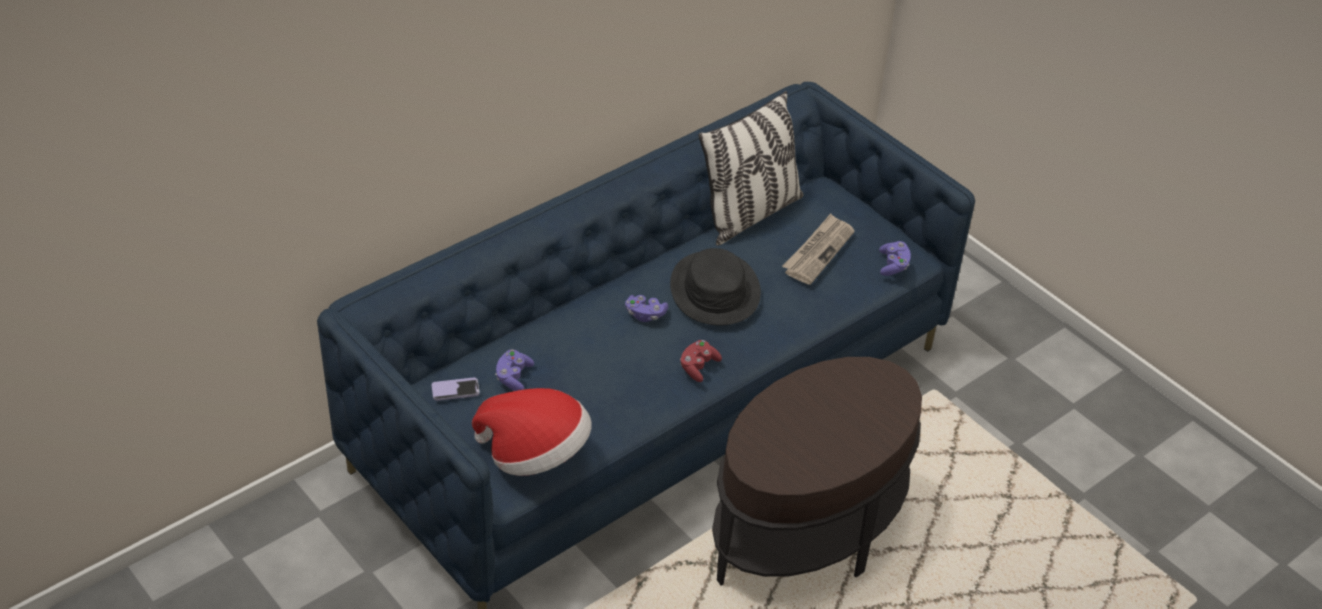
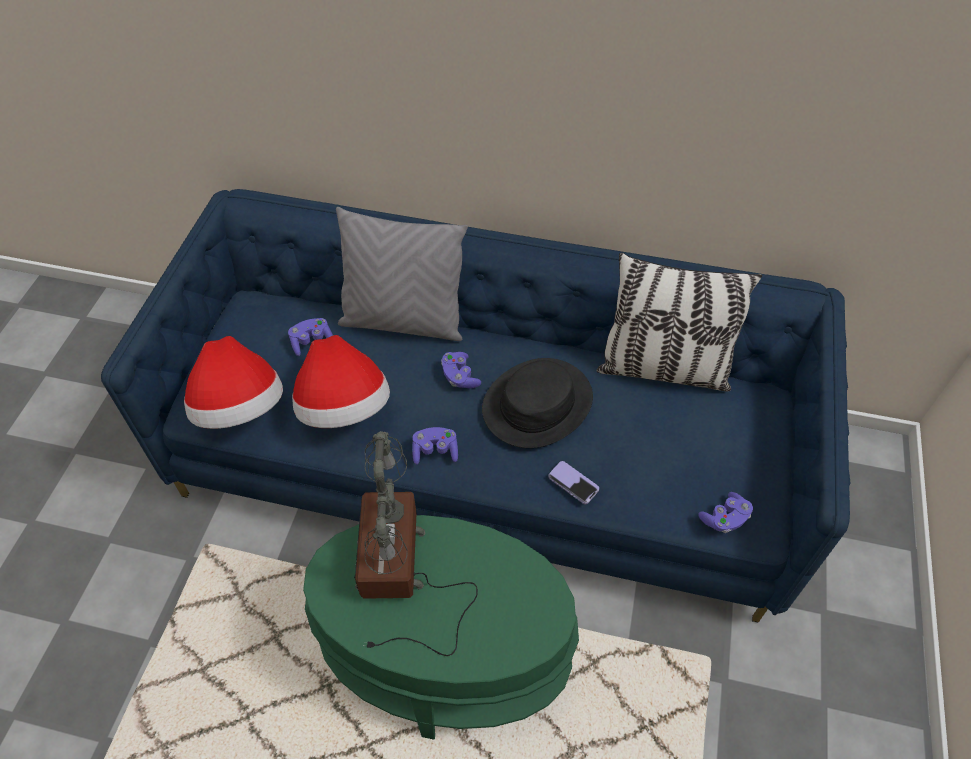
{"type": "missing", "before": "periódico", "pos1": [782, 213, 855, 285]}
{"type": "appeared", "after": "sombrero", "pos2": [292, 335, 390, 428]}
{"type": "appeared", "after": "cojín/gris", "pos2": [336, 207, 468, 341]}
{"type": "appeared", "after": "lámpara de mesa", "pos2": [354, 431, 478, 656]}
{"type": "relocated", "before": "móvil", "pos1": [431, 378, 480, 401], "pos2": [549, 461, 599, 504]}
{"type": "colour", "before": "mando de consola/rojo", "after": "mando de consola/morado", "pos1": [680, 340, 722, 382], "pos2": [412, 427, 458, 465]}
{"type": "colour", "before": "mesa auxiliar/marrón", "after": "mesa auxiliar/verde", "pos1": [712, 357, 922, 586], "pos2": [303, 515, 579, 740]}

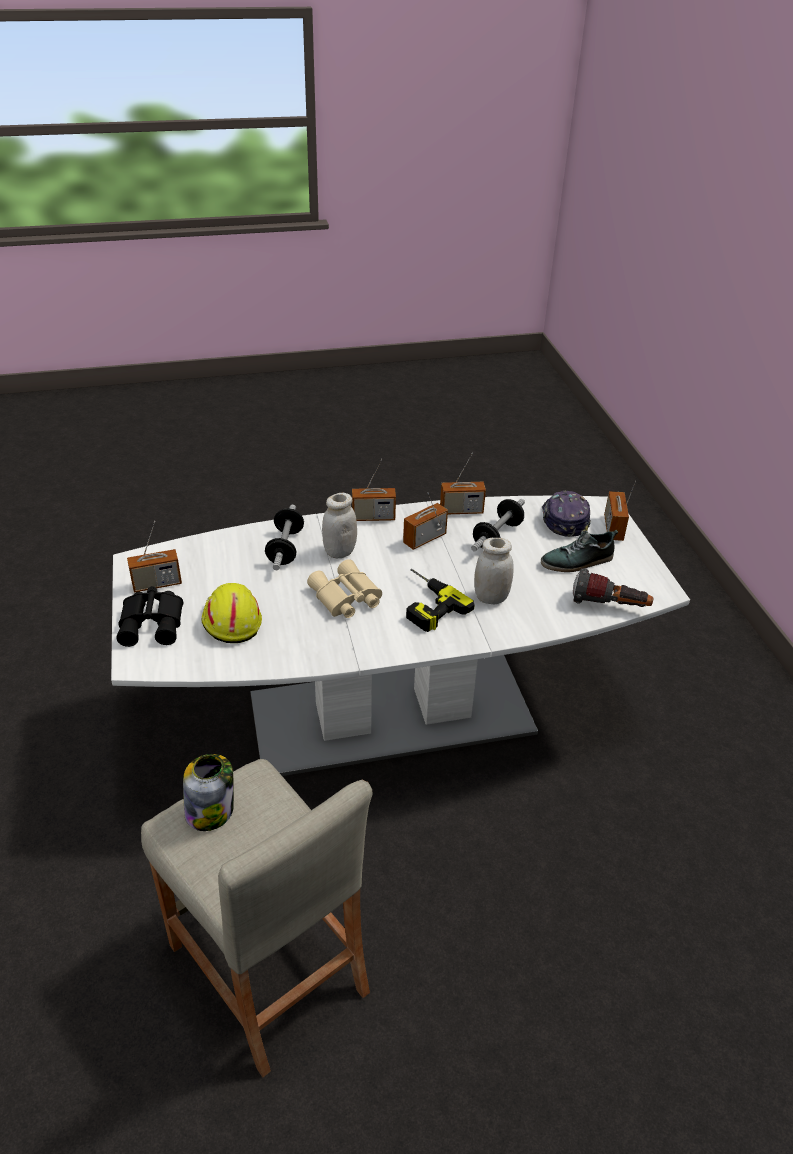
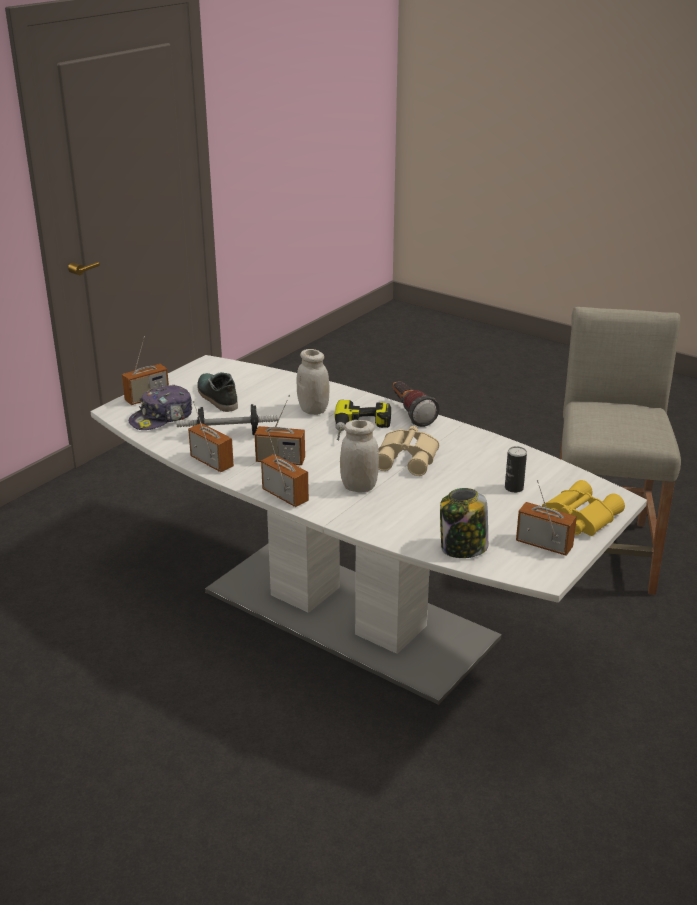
{"type": "missing", "before": "mancuerna", "pos1": [265, 505, 304, 570]}
{"type": "relocated", "before": "tarro", "pos1": [183, 754, 234, 831], "pos2": [440, 488, 488, 558]}
{"type": "relocated", "before": "linterna", "pos1": [573, 568, 653, 607], "pos2": [393, 381, 440, 427]}
{"type": "exchanged", "before": "casco/amarillo", "after": "lata", "pos1": [202, 583, 262, 643], "pos2": [505, 446, 527, 493]}
{"type": "colour", "before": "prismáticos/negro", "after": "prismáticos/amarillo", "pos1": [116, 586, 183, 647], "pos2": [542, 480, 625, 536]}
{"type": "spun", "before": "zapato", "pos1": [541, 530, 618, 572], "pos2": [197, 372, 238, 412], "turn": -150}

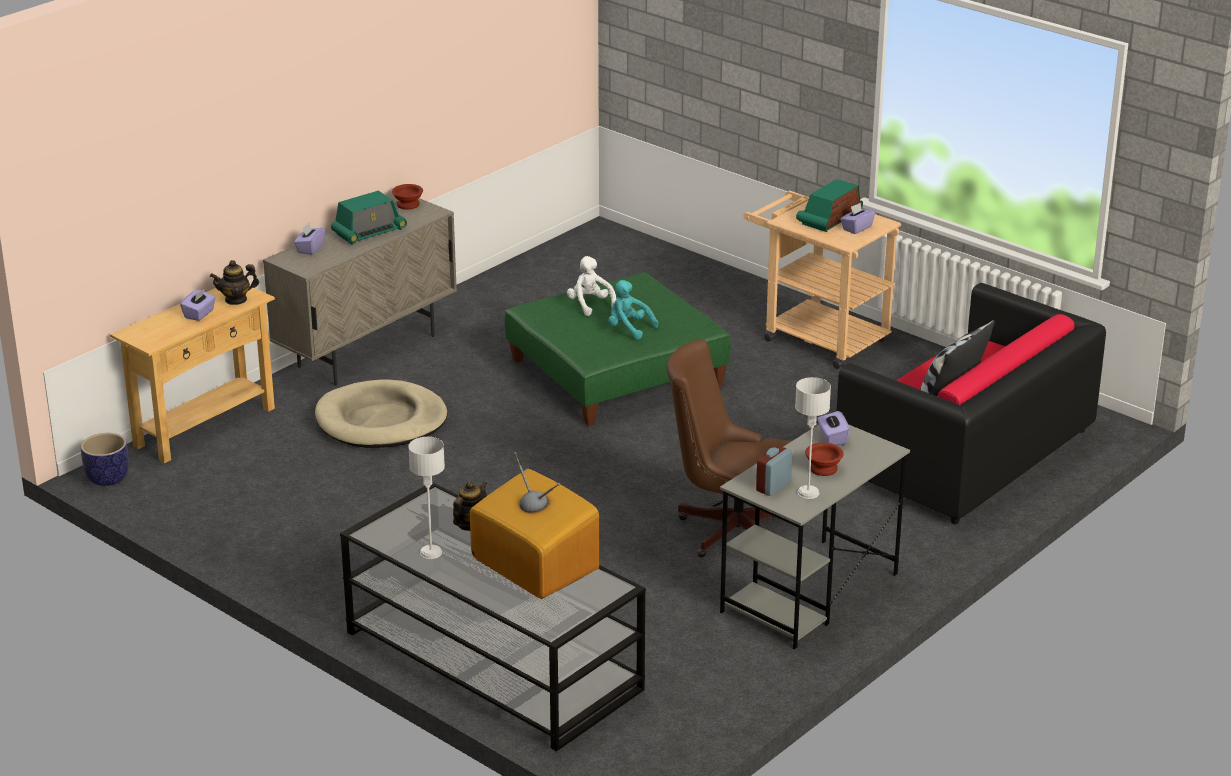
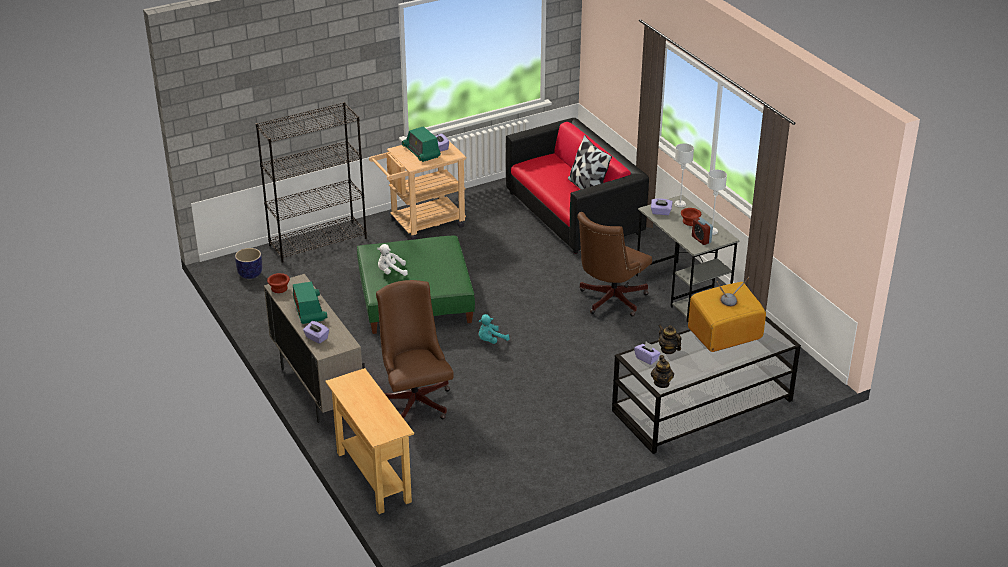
{"type": "appeared", "after": "estantería/negro", "pos2": [256, 102, 367, 263]}
{"type": "relocated", "before": "maceta", "pos1": [81, 433, 129, 486], "pos2": [235, 248, 262, 279]}
{"type": "relocated", "before": "caja de pañuelos/morado", "pos1": [180, 288, 216, 321], "pos2": [634, 342, 661, 365]}
{"type": "relocated", "before": "tetera", "pos1": [210, 260, 259, 305], "pos2": [651, 355, 674, 388]}
{"type": "relocated", "before": "lámpara de mesa/gris", "pos1": [408, 437, 445, 559], "pos2": [675, 143, 694, 207]}
{"type": "relocated", "before": "peluche/turquesa", "pos1": [608, 280, 658, 339], "pos2": [479, 314, 509, 344]}
{"type": "exchanged", "before": "cama para perro/beis", "after": "silla de oficina/marrón", "pos1": [315, 379, 448, 448], "pos2": [376, 280, 454, 419]}

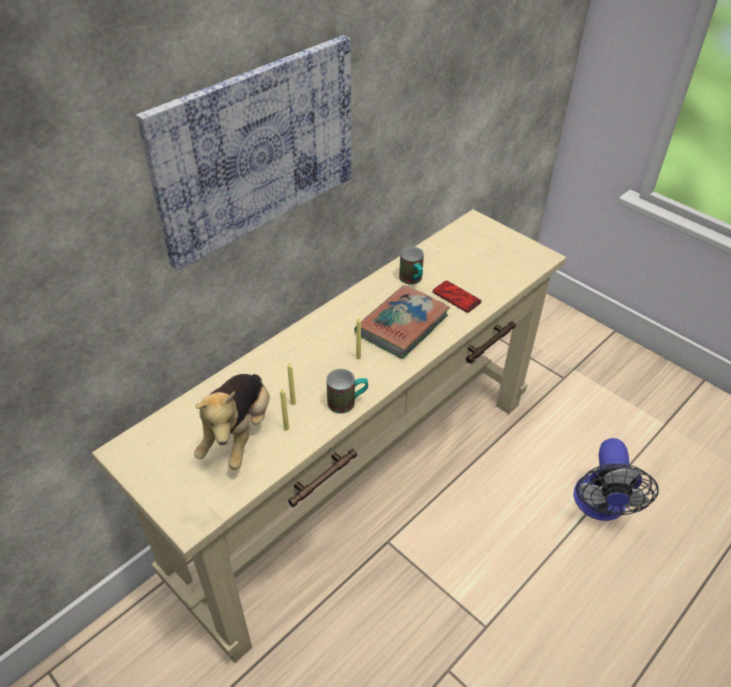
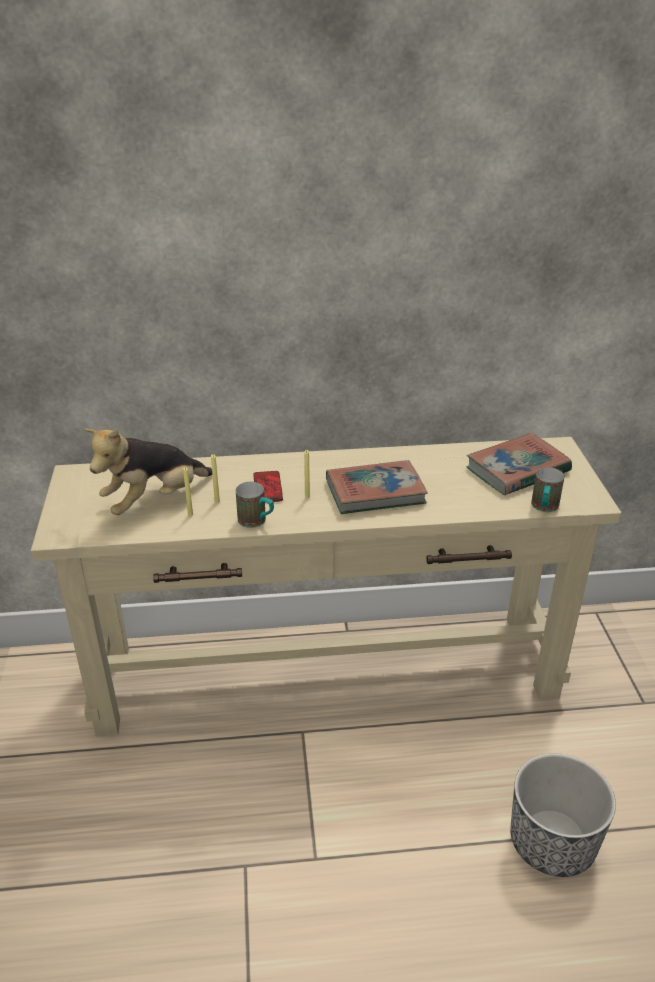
{"type": "missing", "before": "cuadro", "pos1": [136, 35, 351, 270]}
{"type": "appeared", "after": "libro", "pos2": [466, 433, 572, 495]}
{"type": "relocated", "before": "taza grande", "pos1": [399, 246, 424, 285], "pos2": [531, 467, 564, 512]}
{"type": "relocated", "before": "móvil", "pos1": [433, 281, 481, 313], "pos2": [253, 471, 283, 503]}
{"type": "exchanged", "before": "ventilador", "after": "maceta", "pos1": [573, 438, 659, 521], "pos2": [510, 753, 616, 877]}

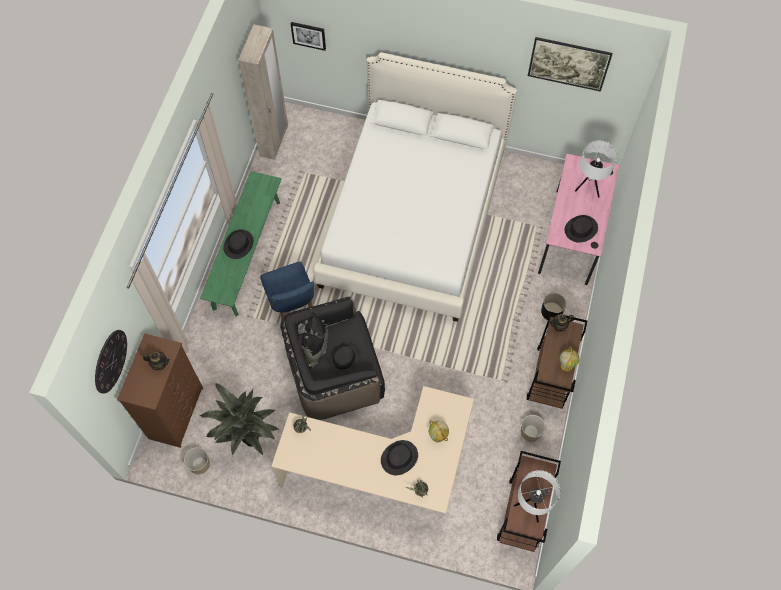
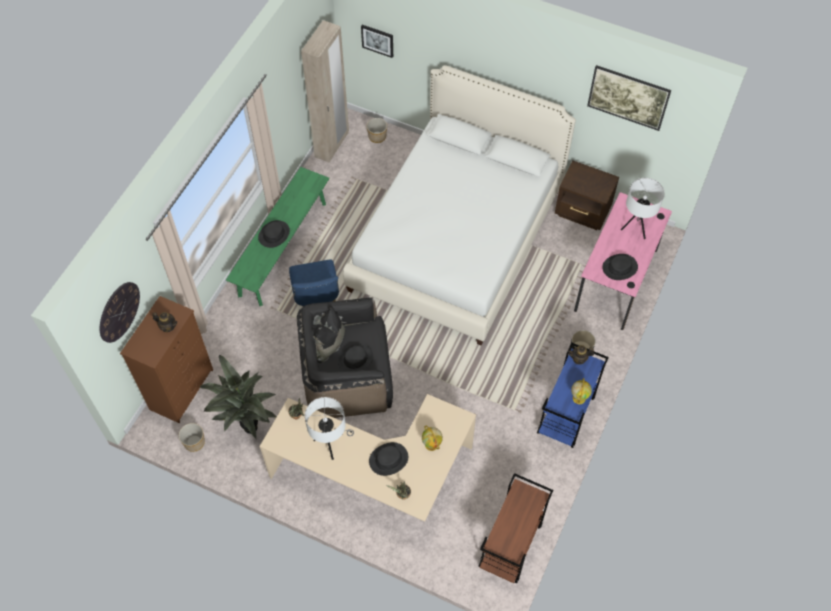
{"type": "appeared", "after": "mesita de noche/marrón", "pos2": [555, 161, 619, 230]}
{"type": "relocated", "before": "lámpara de mesa/blanco", "pos1": [514, 470, 560, 523], "pos2": [305, 397, 354, 460]}
{"type": "relocated", "before": "maceta", "pos1": [521, 415, 545, 442], "pos2": [367, 118, 387, 143]}
{"type": "colour", "before": "carrito/marrón", "after": "carrito/azul", "pos1": [526, 312, 587, 409], "pos2": [537, 343, 609, 448]}

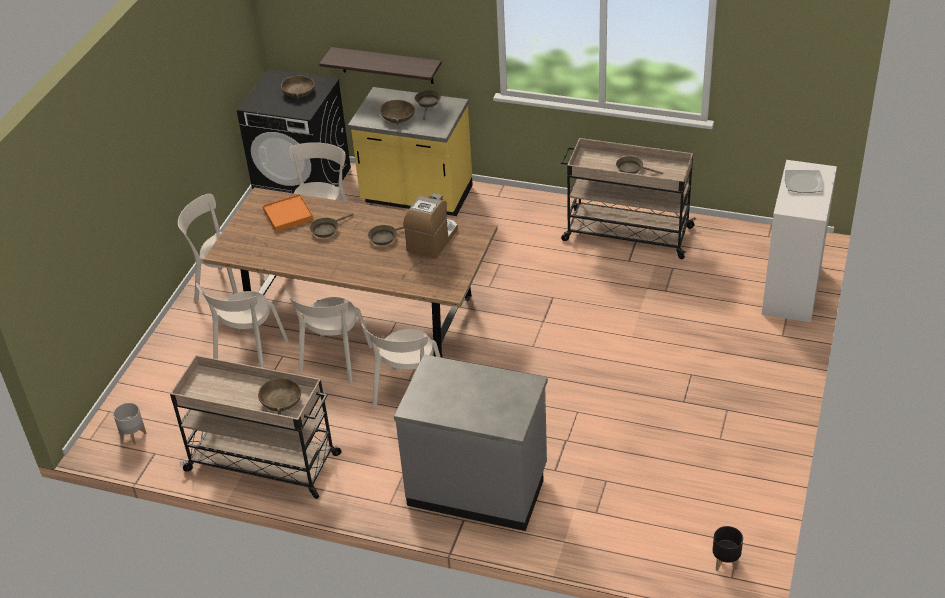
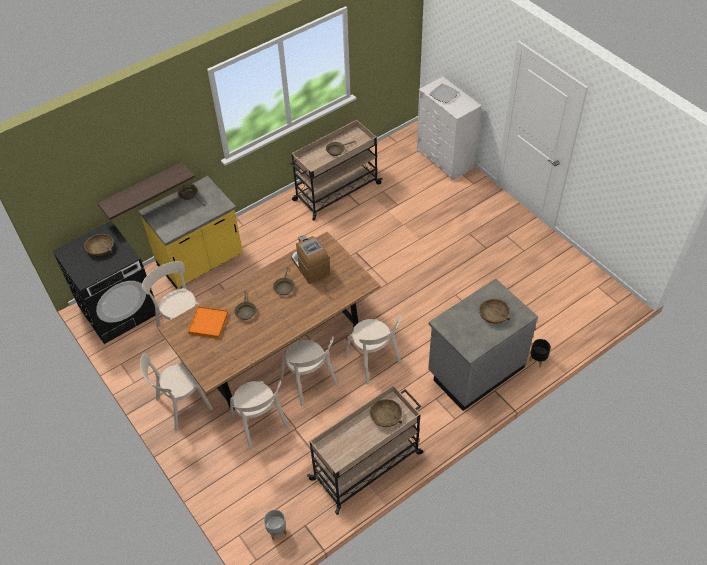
{"type": "relocated", "before": "cuenco/marrón", "pos1": [380, 100, 415, 125], "pos2": [479, 299, 510, 324]}
{"type": "relocated", "before": "maceta/negro", "pos1": [712, 526, 743, 571], "pos2": [529, 339, 551, 368]}

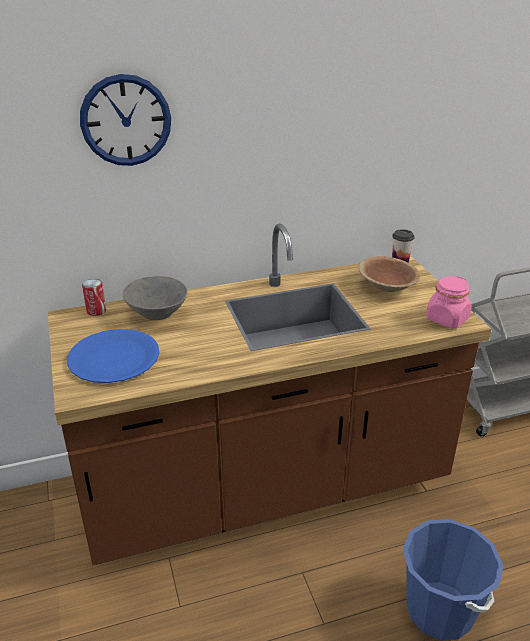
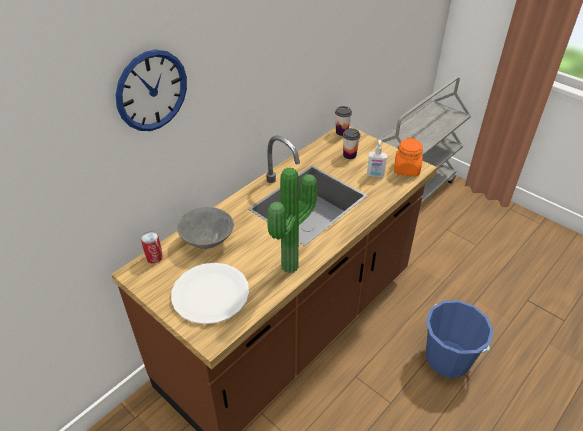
{"type": "appeared", "after": "planta en maceta", "pos2": [267, 167, 317, 273]}
{"type": "appeared", "after": "dispensador de jabón", "pos2": [367, 140, 387, 177]}
{"type": "exchanged", "before": "cuenco/marrón", "after": "taza", "pos1": [358, 256, 420, 292], "pos2": [343, 128, 361, 159]}
{"type": "colour", "before": "plato/azul", "after": "plato/blanco", "pos1": [67, 329, 160, 383], "pos2": [171, 263, 249, 324]}
{"type": "colour", "before": "tarro/rosa", "after": "tarro/naranja", "pos1": [426, 276, 472, 329], "pos2": [394, 137, 423, 176]}

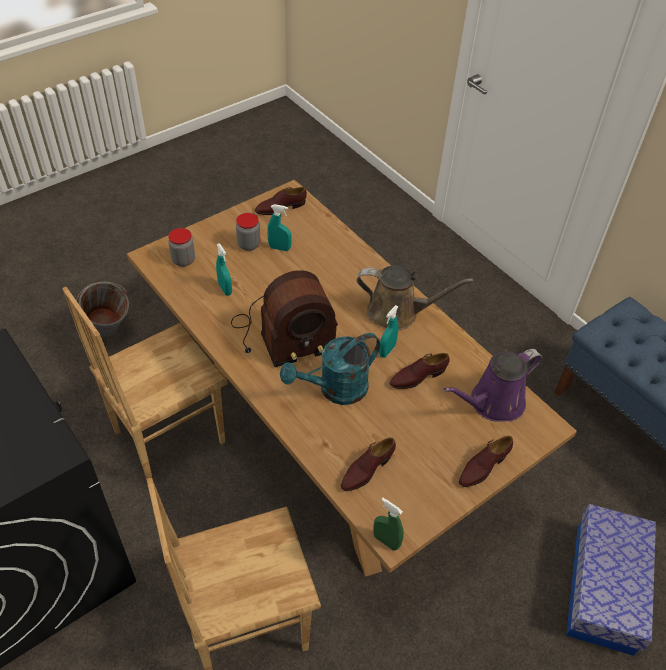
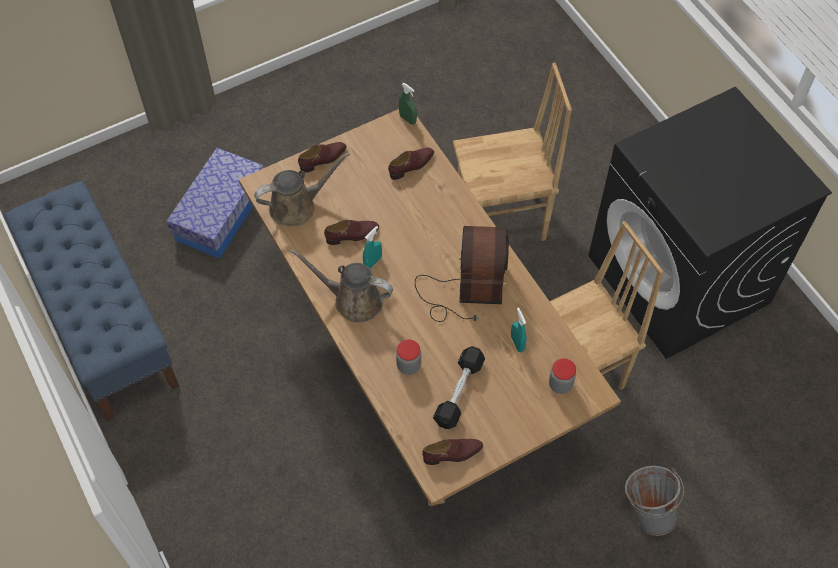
{"type": "missing", "before": "regadera/turquesa", "pos1": [280, 333, 380, 405]}
{"type": "relocated", "before": "tarro", "pos1": [236, 213, 260, 251], "pos2": [396, 340, 421, 375]}
{"type": "exchanged", "before": "pulverizador/turquesa", "after": "mancuerna/negro", "pos1": [267, 204, 292, 251], "pos2": [433, 346, 485, 429]}
{"type": "colour", "before": "regadera/morado", "after": "regadera/marrón", "pos1": [444, 349, 542, 422], "pos2": [254, 152, 350, 226]}
{"type": "spun", "before": "radio", "pos1": [231, 270, 338, 367], "pos2": [415, 226, 509, 322], "turn": 105}

